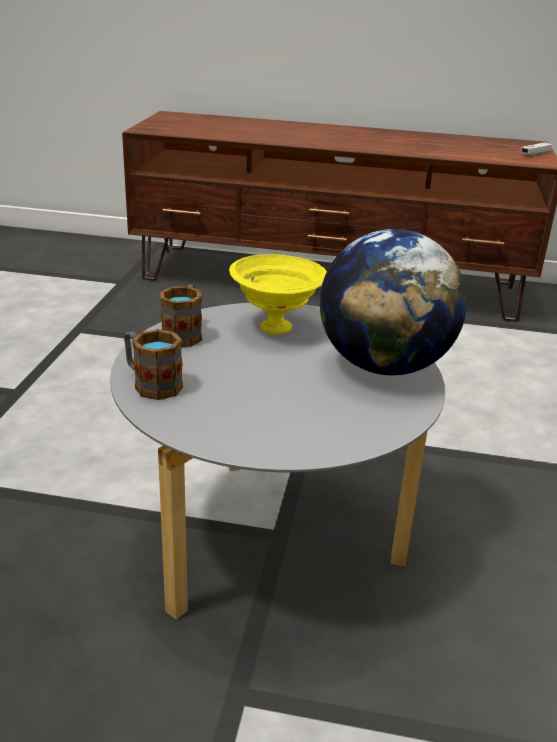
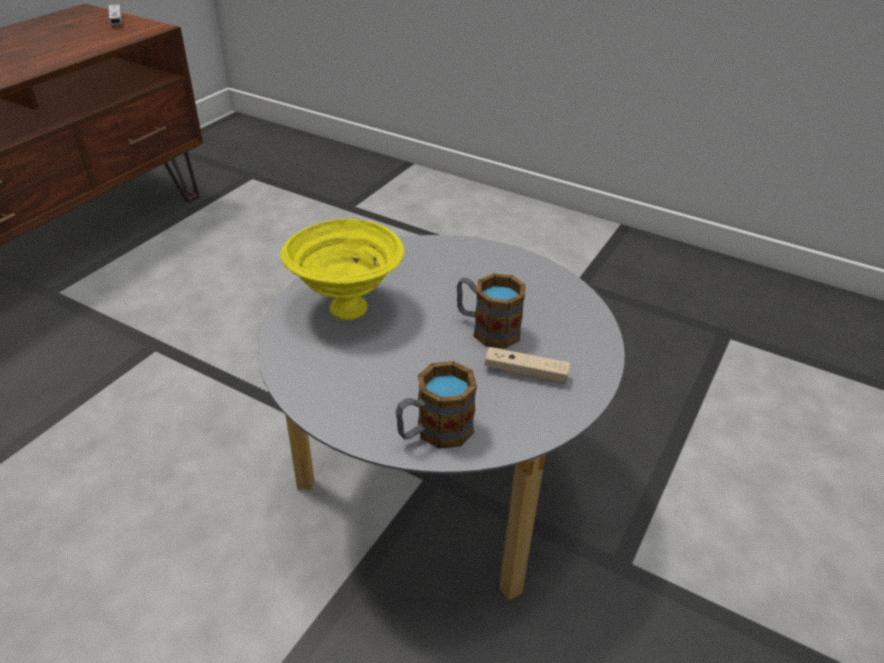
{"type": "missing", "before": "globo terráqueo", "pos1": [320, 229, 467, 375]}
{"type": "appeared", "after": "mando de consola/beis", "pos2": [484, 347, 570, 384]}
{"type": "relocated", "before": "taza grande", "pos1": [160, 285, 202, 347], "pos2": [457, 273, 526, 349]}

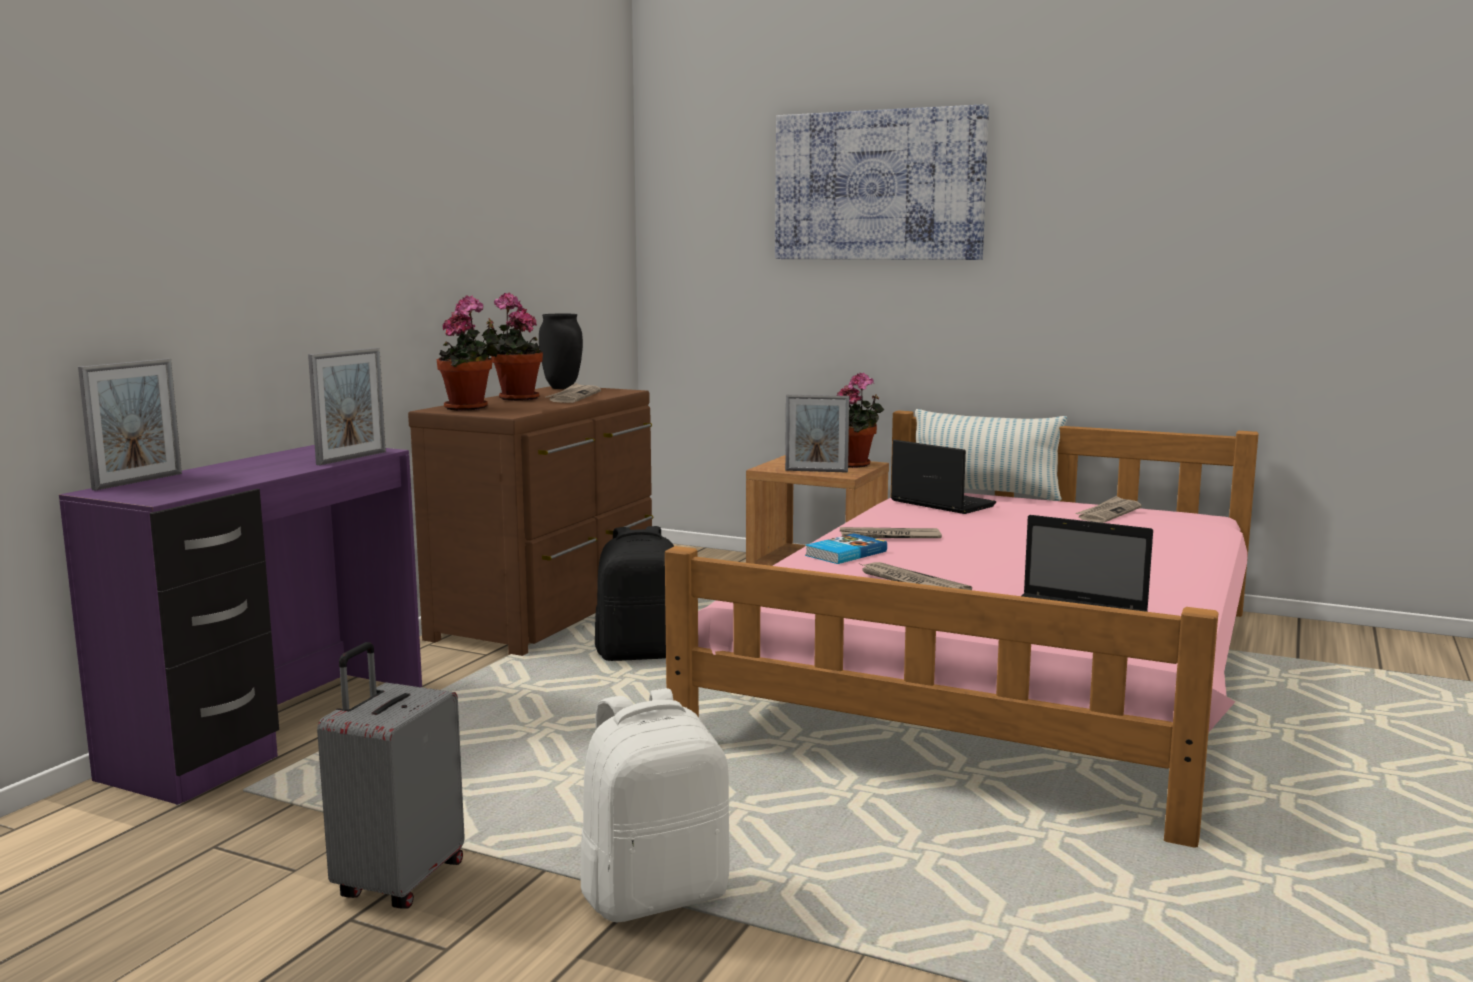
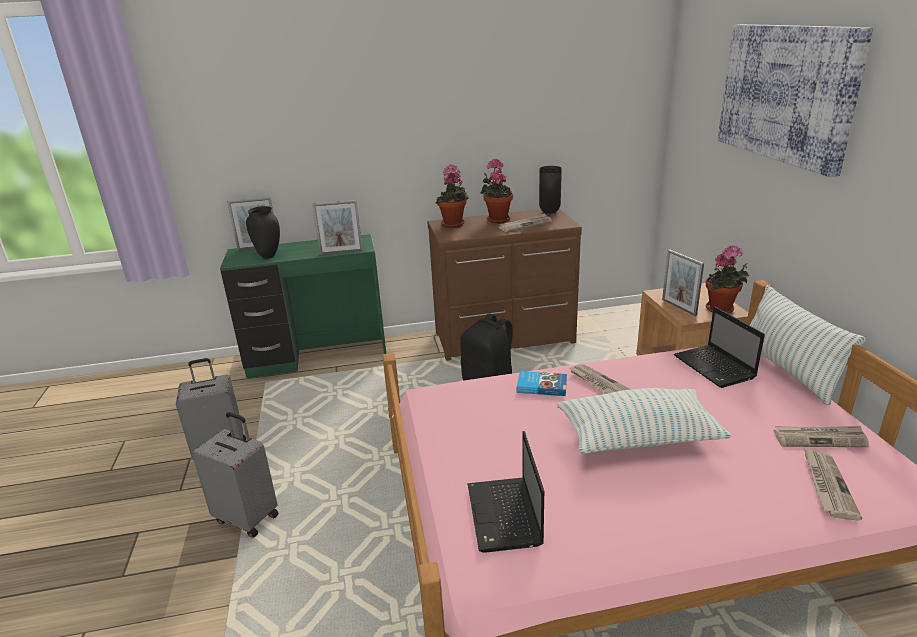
{"type": "appeared", "after": "florero/negro", "pos2": [246, 206, 280, 259]}
{"type": "appeared", "after": "cojín", "pos2": [557, 388, 731, 454]}
{"type": "relocated", "before": "periódico", "pos1": [858, 562, 972, 590], "pos2": [804, 449, 863, 520]}
{"type": "exchanged", "before": "mochila/blanco", "after": "maleta/gris", "pos1": [580, 688, 730, 922], "pos2": [192, 412, 279, 538]}
{"type": "colour", "before": "escritorio/morado", "after": "escritorio/verde", "pos1": [59, 445, 422, 805], "pos2": [220, 234, 386, 378]}
{"type": "spun", "before": "portátil", "pos1": [891, 440, 996, 514], "pos2": [674, 307, 765, 388], "turn": 150}

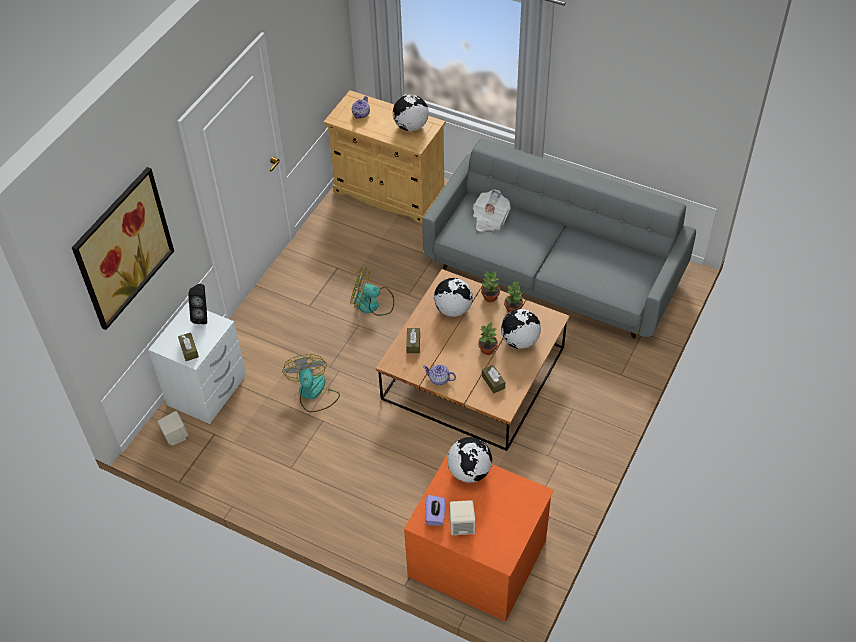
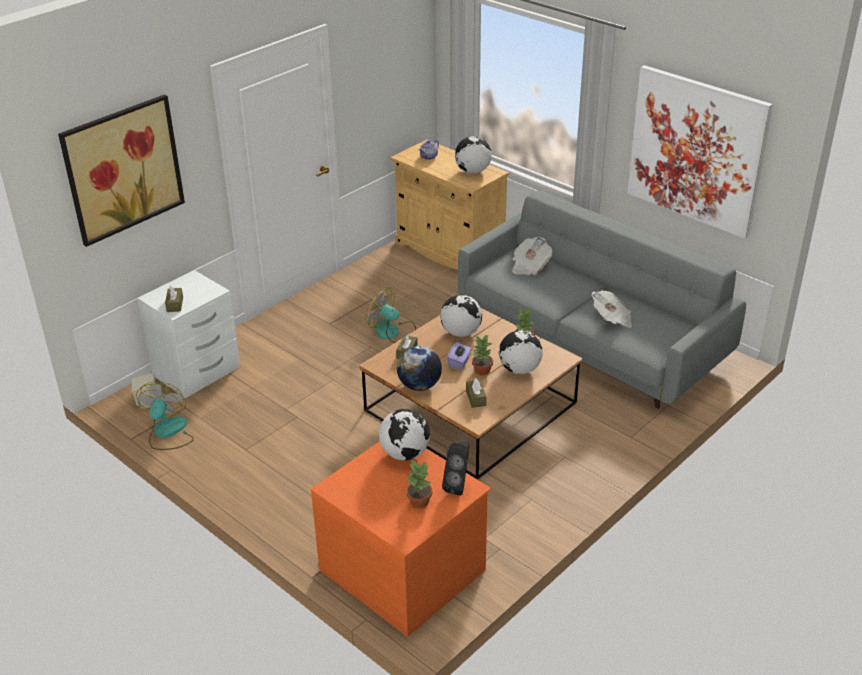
{"type": "missing", "before": "altavoz/beis", "pos1": [450, 500, 475, 535]}
{"type": "appeared", "after": "periódico", "pos2": [592, 290, 632, 328]}
{"type": "appeared", "after": "cuadro", "pos2": [628, 65, 773, 239]}
{"type": "relocated", "before": "altavoz/negro", "pos1": [188, 284, 207, 324], "pos2": [442, 441, 469, 496]}
{"type": "relocated", "before": "ventilador", "pos1": [282, 354, 340, 412], "pos2": [136, 382, 194, 450]}
{"type": "relocated", "before": "caja de pañuelos/morado", "pos1": [425, 495, 445, 526], "pos2": [447, 342, 472, 370]}
{"type": "relocated", "before": "planta en maceta", "pos1": [481, 271, 500, 302], "pos2": [406, 460, 432, 508]}
{"type": "exchanged", "before": "tetera", "after": "globo terráqueo", "pos1": [423, 364, 456, 385], "pos2": [397, 346, 442, 391]}

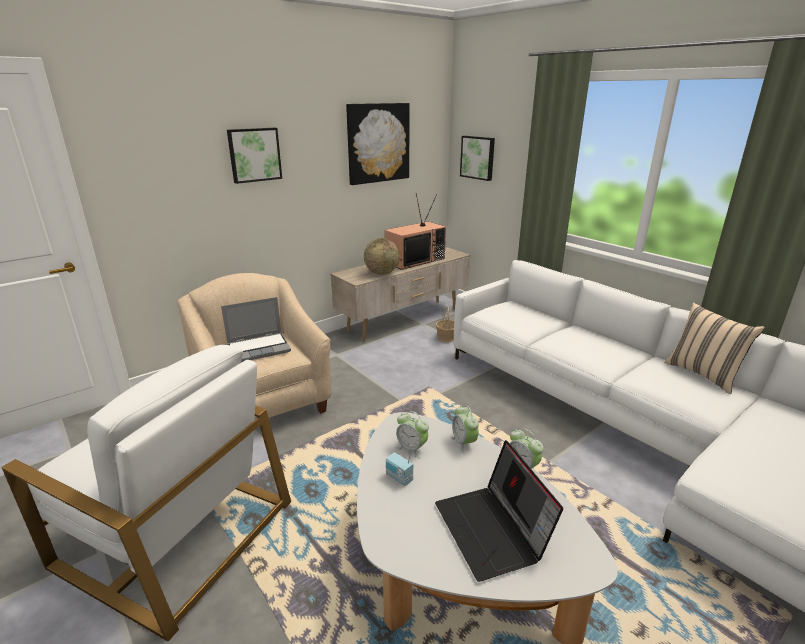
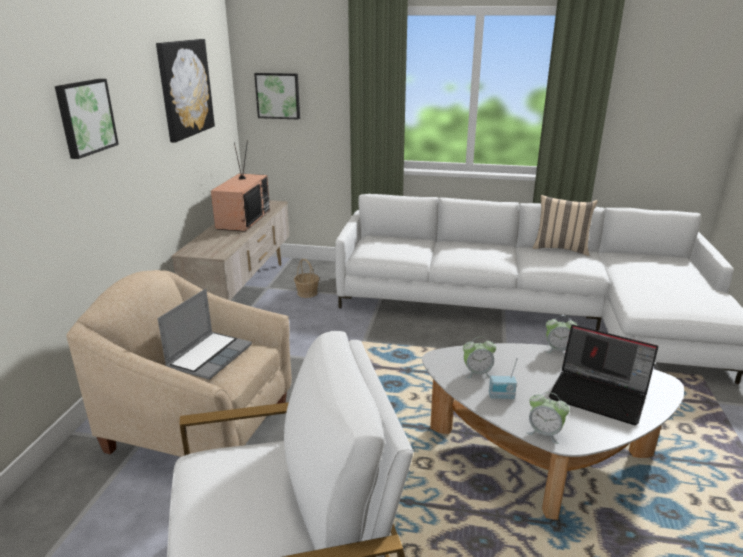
{"type": "missing", "before": "globo terráqueo", "pos1": [364, 238, 400, 275]}
{"type": "relocated", "before": "despertador", "pos1": [451, 406, 479, 454], "pos2": [526, 392, 570, 444]}

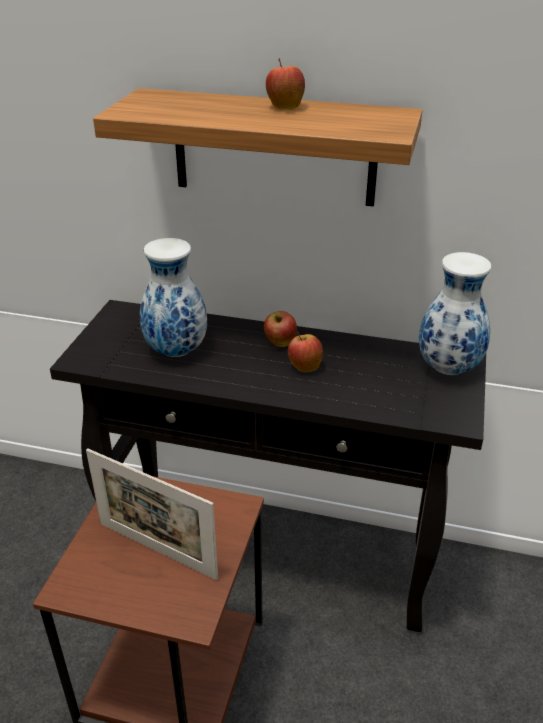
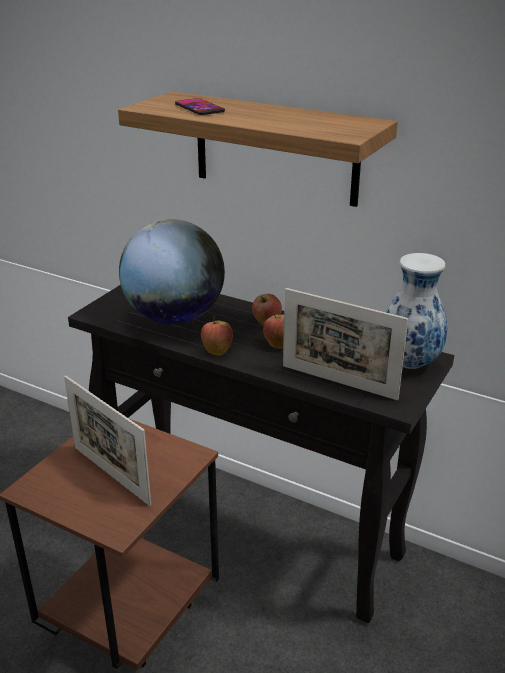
{"type": "appeared", "after": "móvil", "pos2": [175, 98, 225, 115]}
{"type": "appeared", "after": "portarretratos", "pos2": [283, 288, 408, 401]}
{"type": "relocated", "before": "manzana", "pos1": [266, 58, 305, 110], "pos2": [201, 315, 233, 356]}
{"type": "exchanged", "before": "florero", "after": "globo terráqueo", "pos1": [140, 238, 207, 357], "pos2": [119, 219, 225, 325]}

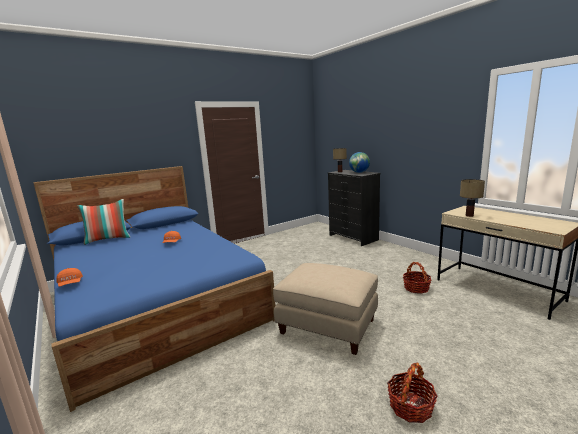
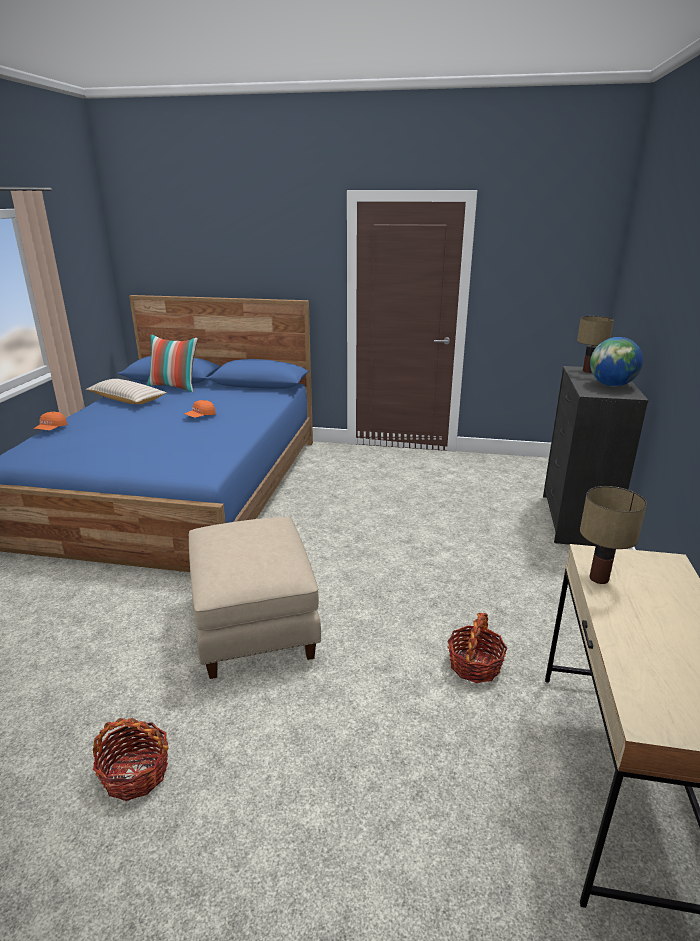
{"type": "appeared", "after": "cojín/beis", "pos2": [86, 379, 167, 404]}

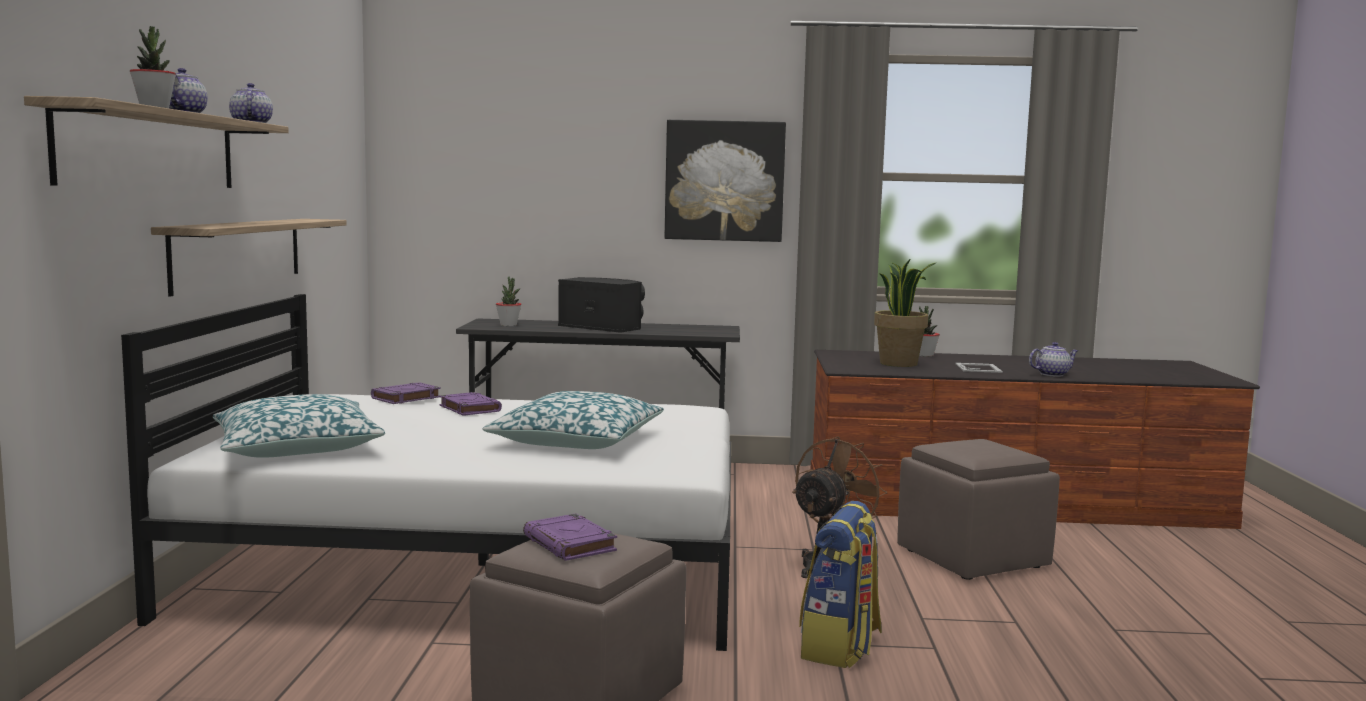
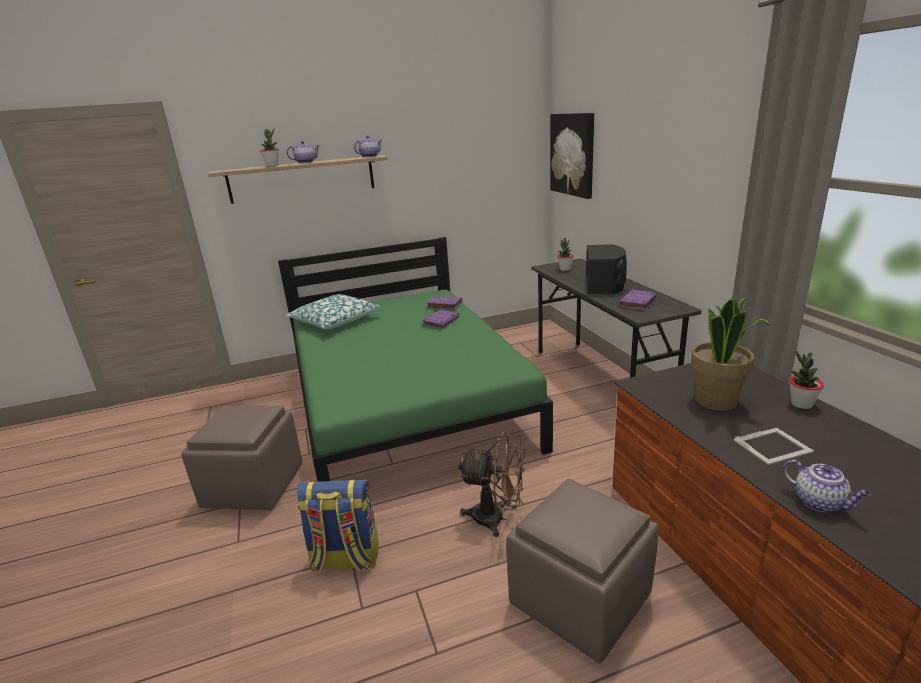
{"type": "missing", "before": "estante", "pos1": [151, 219, 347, 296]}
{"type": "missing", "before": "cojín", "pos1": [482, 391, 664, 449]}
{"type": "relocated", "before": "libro/morado", "pos1": [523, 514, 617, 561], "pos2": [619, 290, 657, 311]}
{"type": "relocated", "before": "cuadro", "pos1": [664, 120, 786, 242], "pos2": [550, 113, 594, 199]}
{"type": "colour", "before": "cama/blanco", "after": "cama/verde", "pos1": [121, 294, 731, 651], "pos2": [278, 237, 553, 482]}

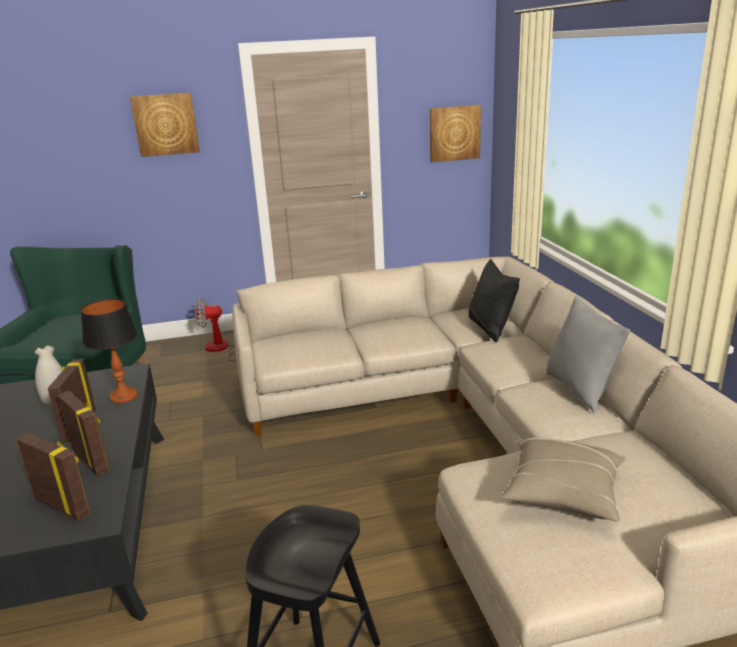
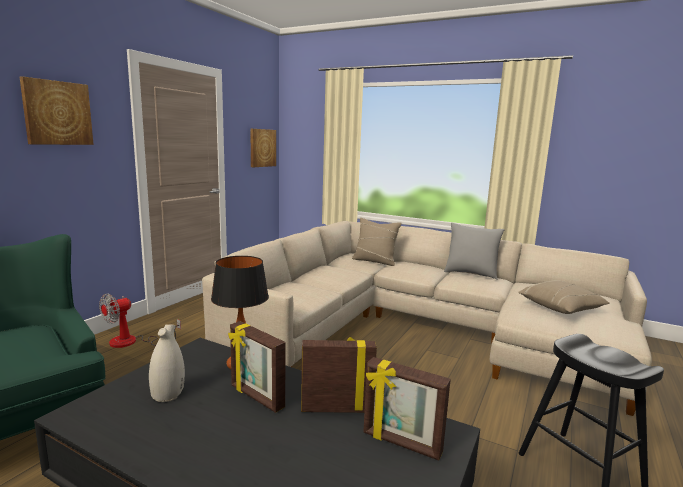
{"type": "colour", "before": "cojín/negro", "after": "cojín/beis", "pos1": [469, 259, 520, 342], "pos2": [352, 218, 402, 266]}
{"type": "spun", "before": "portarretratos", "pos1": [16, 433, 90, 521], "pos2": [363, 357, 451, 461], "turn": -135}

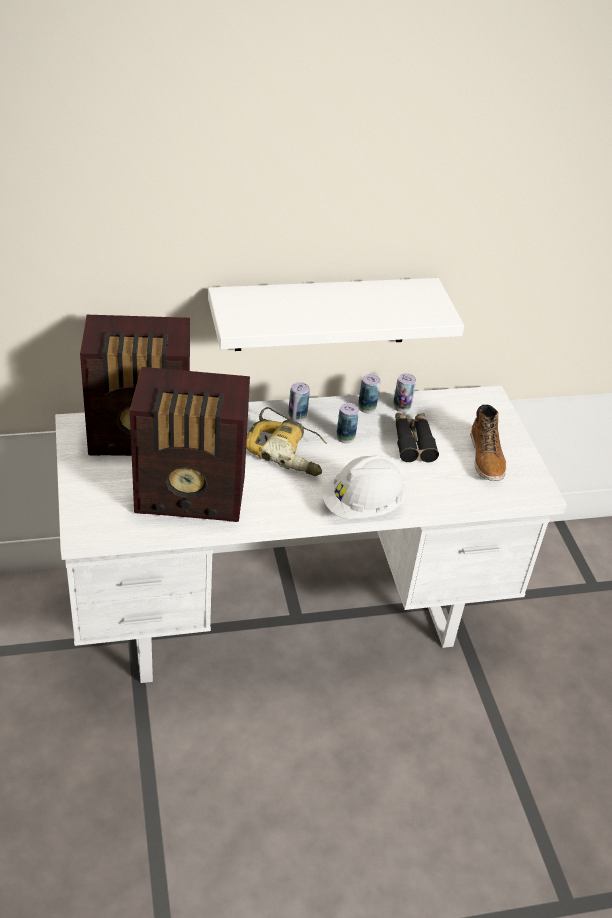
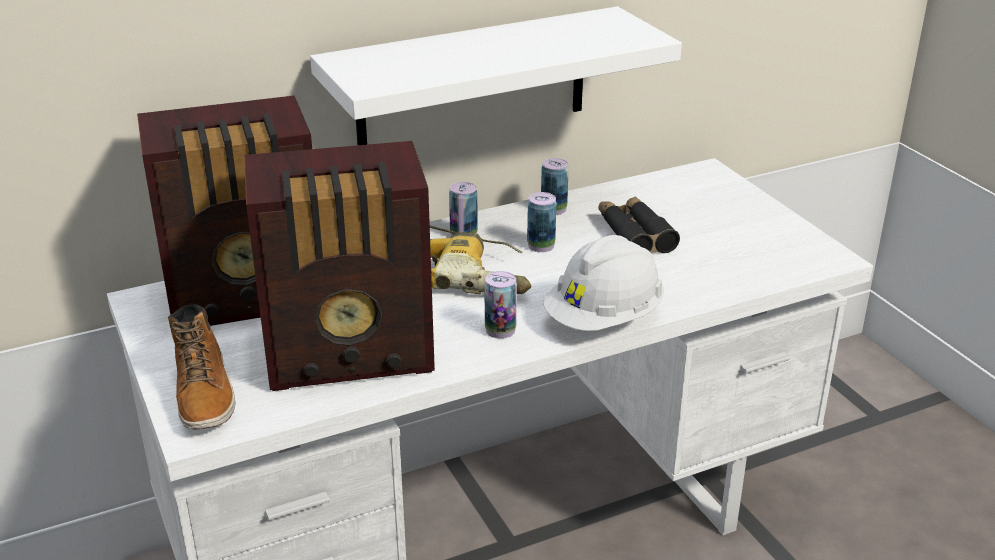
{"type": "relocated", "before": "lata", "pos1": [393, 373, 416, 413], "pos2": [484, 271, 517, 339]}
{"type": "relocated", "before": "bota", "pos1": [470, 404, 506, 481], "pos2": [168, 304, 236, 430]}

